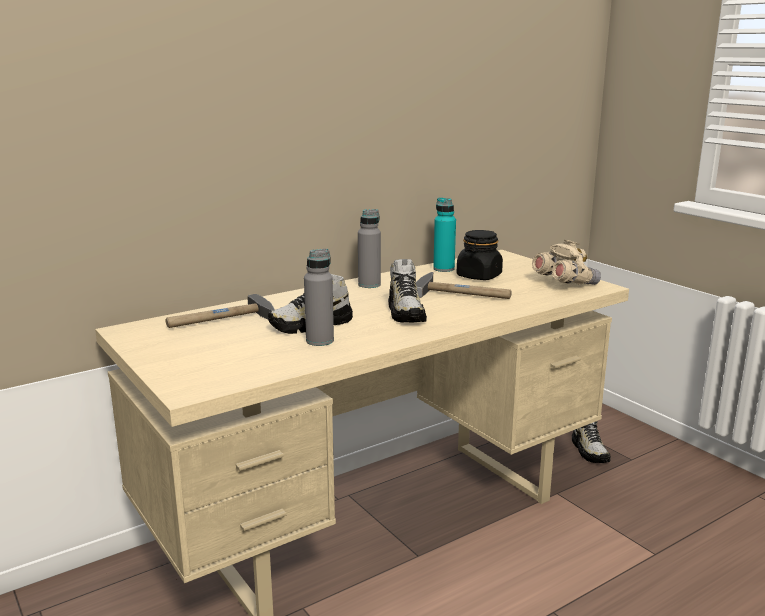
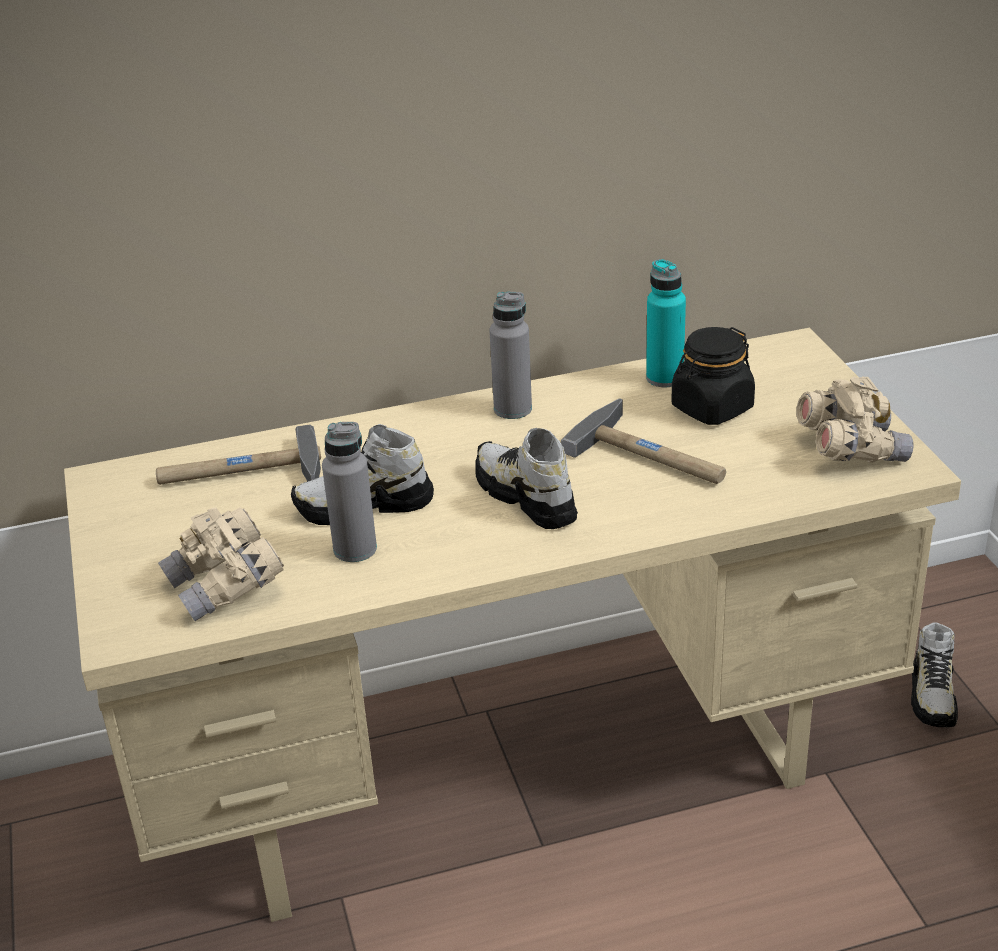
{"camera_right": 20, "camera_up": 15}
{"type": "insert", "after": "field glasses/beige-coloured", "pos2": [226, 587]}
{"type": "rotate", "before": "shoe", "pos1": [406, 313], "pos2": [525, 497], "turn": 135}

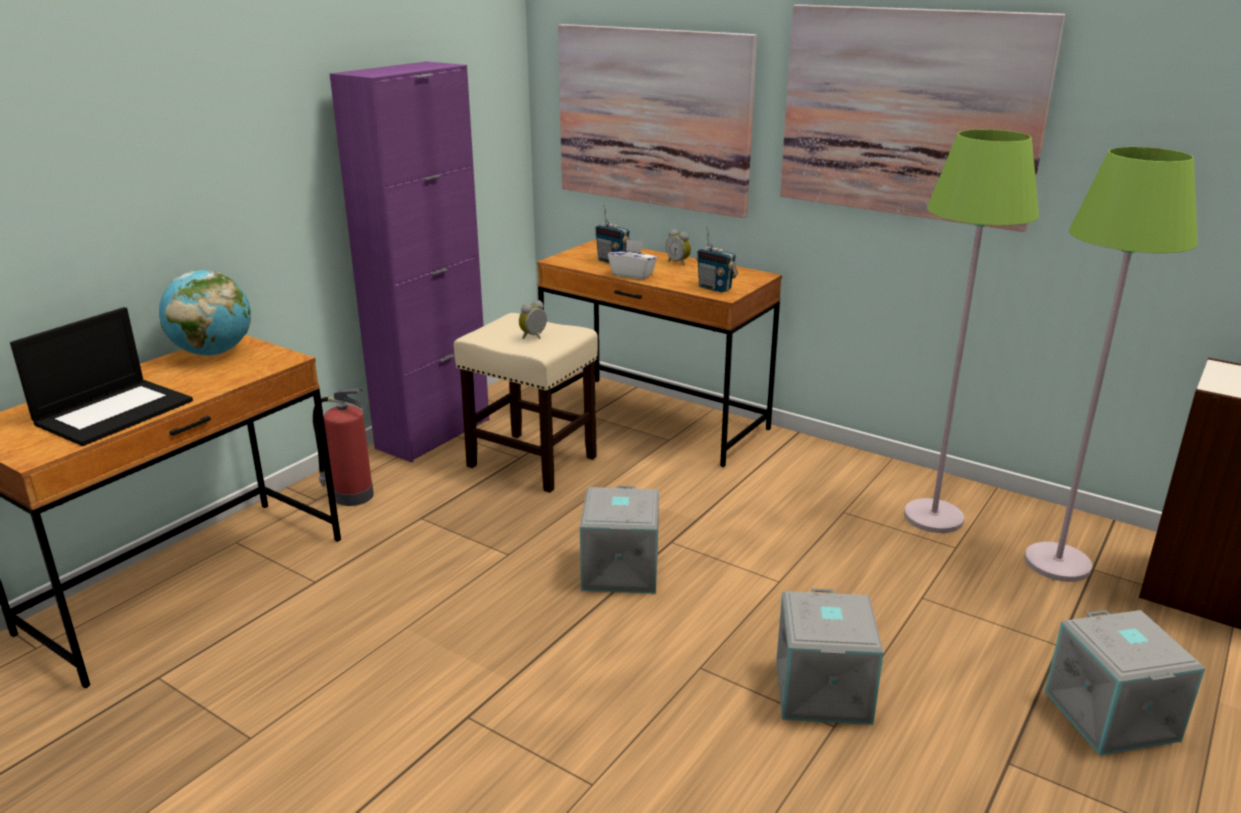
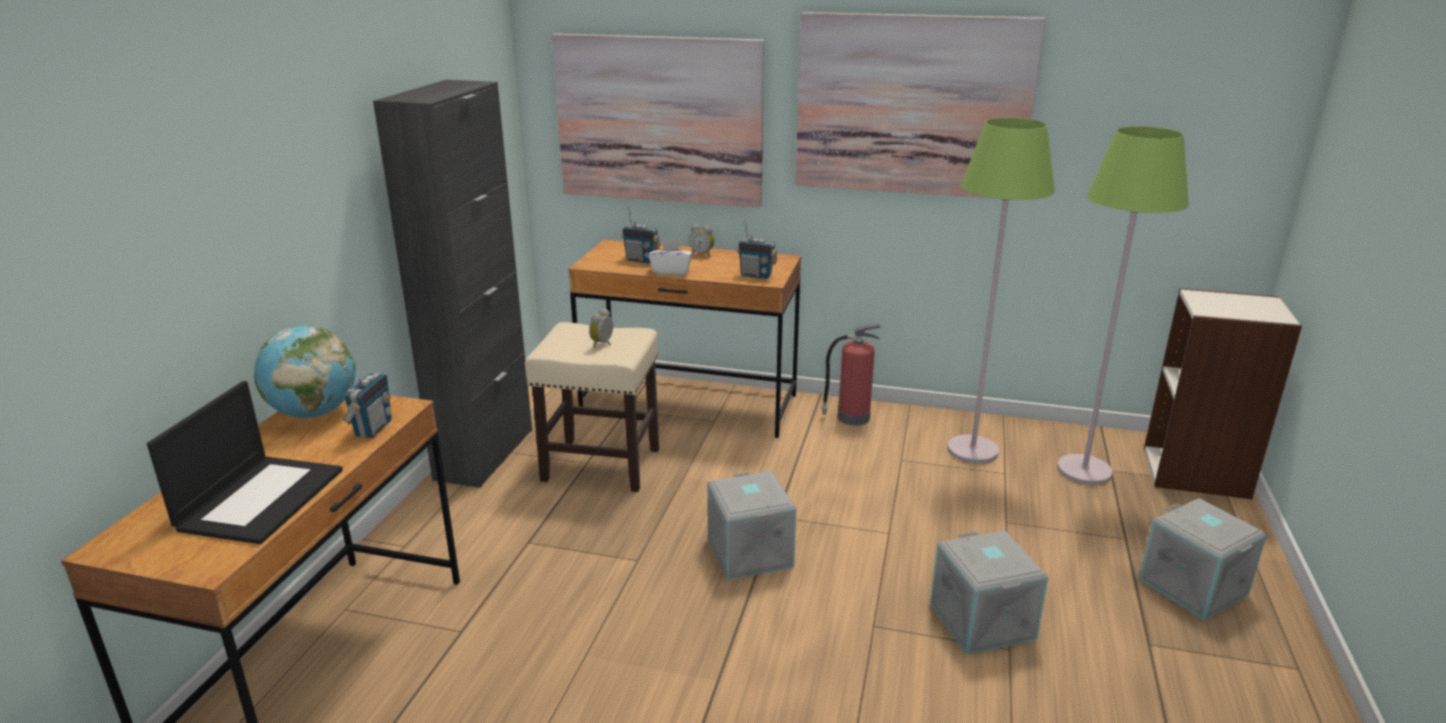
{"camera_right": -20, "camera_up": 0}
{"type": "insert", "after": "radio set", "pos2": [373, 428]}
{"type": "recolor", "before": "cabinet/purple-coloured", "after": "cabinet/black-coloured", "pos1": [433, 434], "pos2": [484, 454]}
{"type": "move", "before": "fire-fighting cylinder", "pos1": [352, 495], "pos2": [851, 417]}

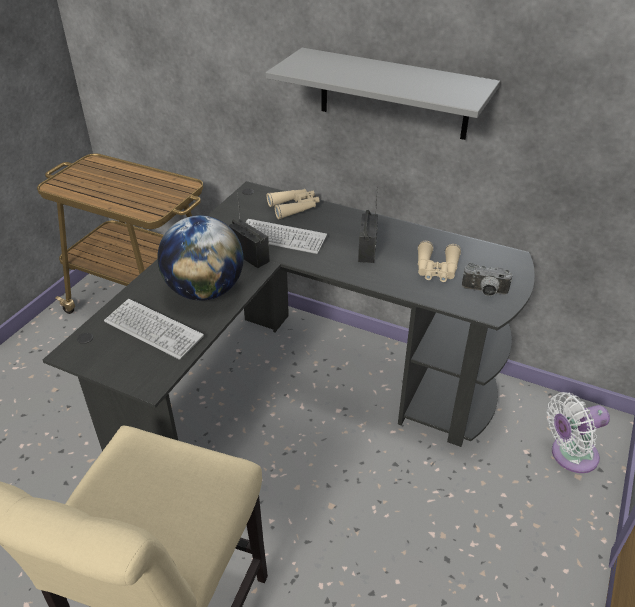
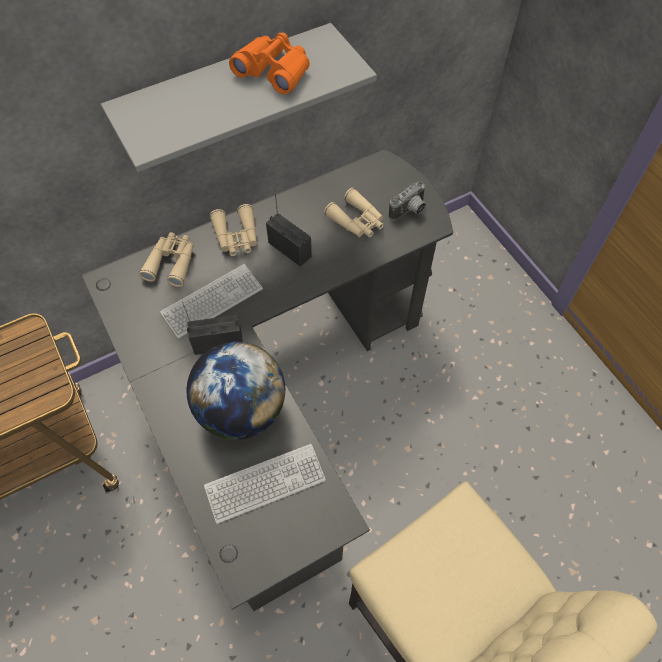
{"camera_right": -55, "camera_up": 20}
{"type": "insert", "after": "field glasses/beige-coloured", "pos2": [236, 237]}
{"type": "insert", "after": "field glasses/orangey", "pos2": [274, 71]}
{"type": "delete", "before": "cooling fan/white-coloured", "pos1": [570, 455]}

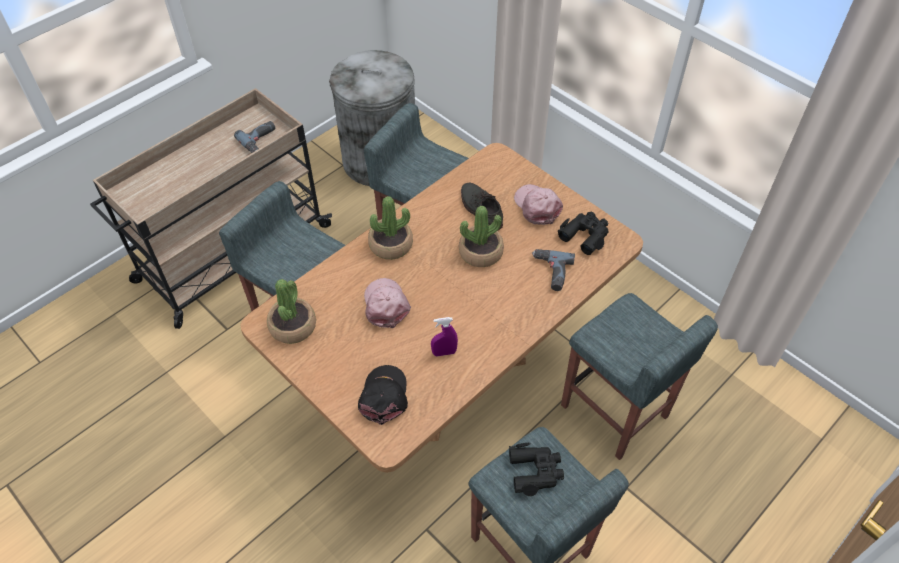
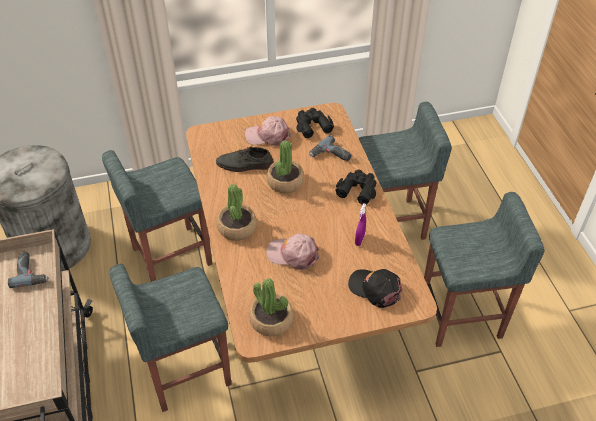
{"camera_right": -60, "camera_up": -5}
{"type": "move", "before": "field glasses/black-coloured", "pos1": [535, 471], "pos2": [358, 189]}

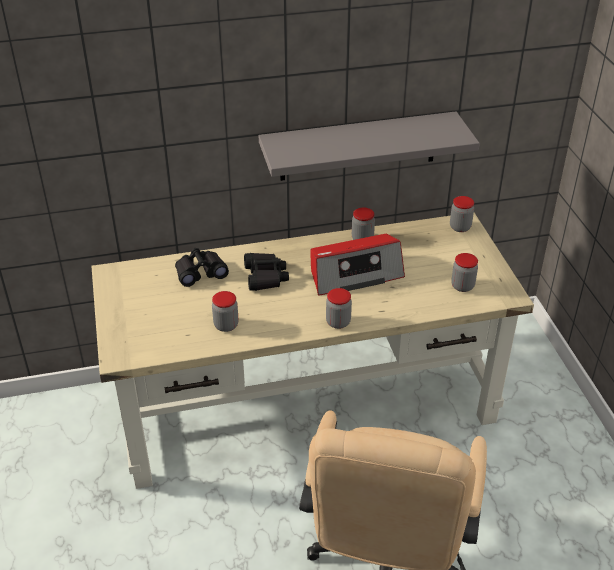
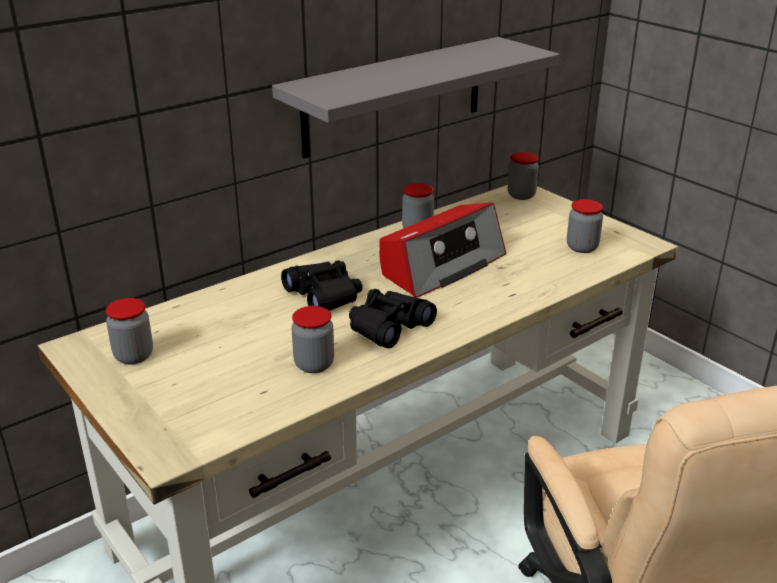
{"camera_right": -25, "camera_up": -10}
{"type": "move", "before": "jar", "pos1": [338, 322], "pos2": [134, 356]}
{"type": "move", "before": "field glasses/black-coloured", "pos1": [200, 272], "pos2": [388, 327]}

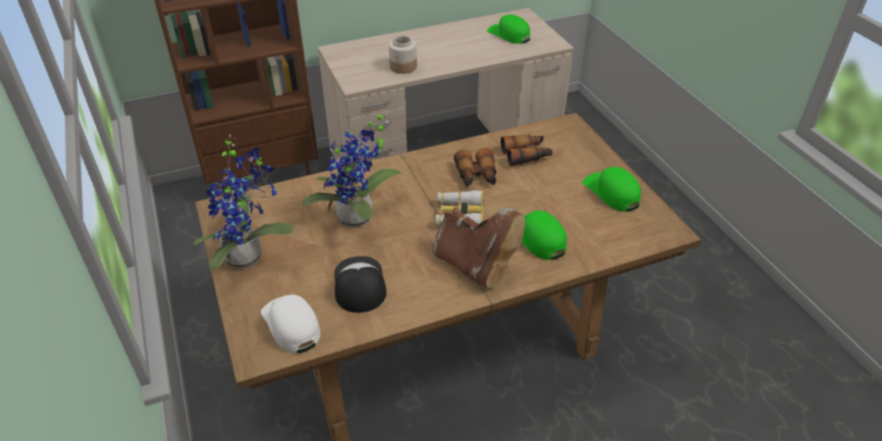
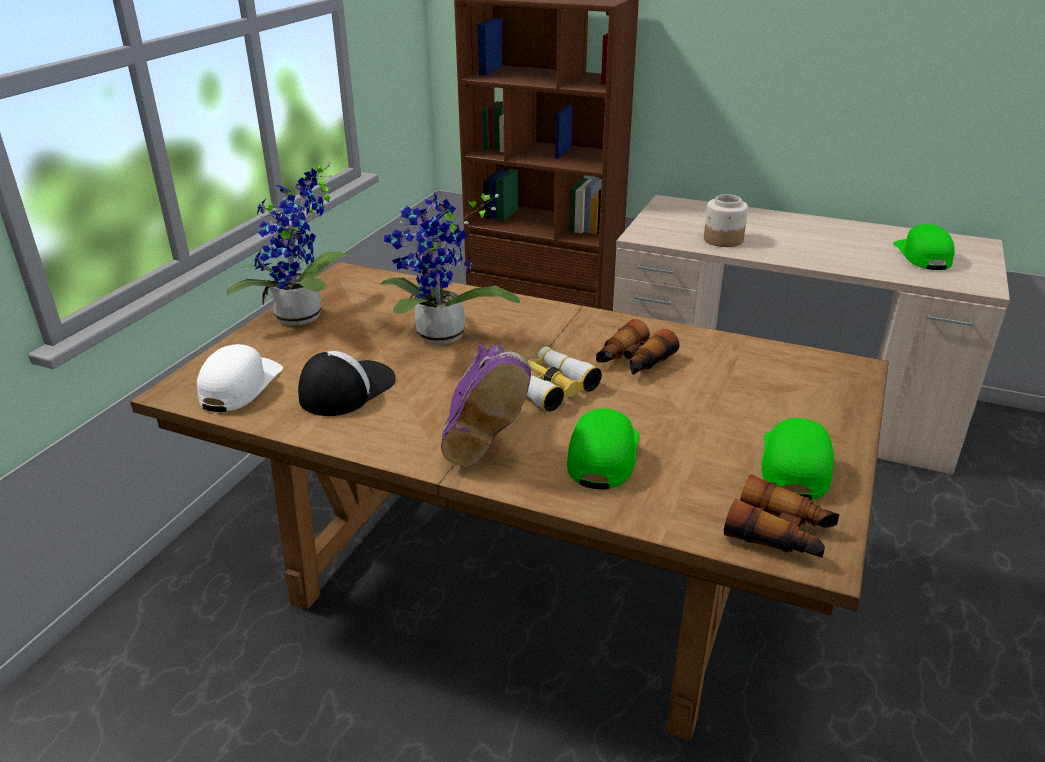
{"camera_right": 45, "camera_up": -10}
{"type": "recolor", "before": "high-top boot/brownish", "after": "high-top boot/purple-coloured", "pos1": [475, 267], "pos2": [481, 440]}
{"type": "move", "before": "field glasses", "pos1": [526, 155], "pos2": [780, 534]}

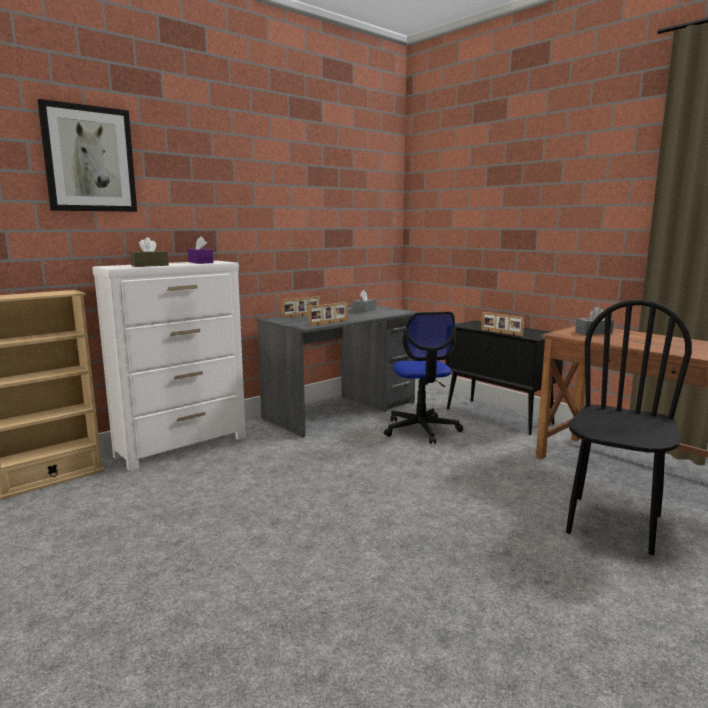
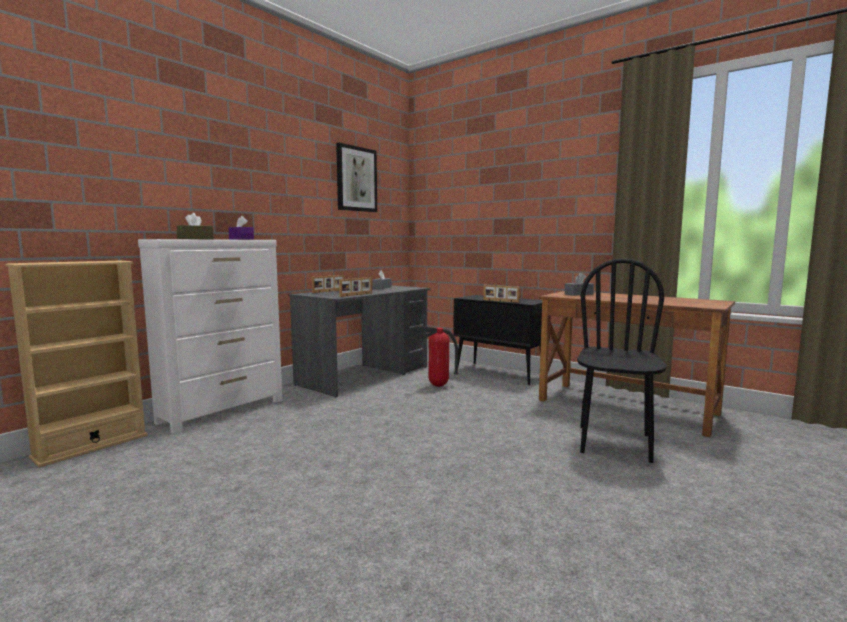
{"camera_right": -10, "camera_up": -5}
{"type": "move", "before": "wall art", "pos1": [89, 159], "pos2": [356, 179]}
{"type": "replace", "before": "office chair", "after": "fire-fighting cylinder", "pos1": [421, 429], "pos2": [438, 386]}

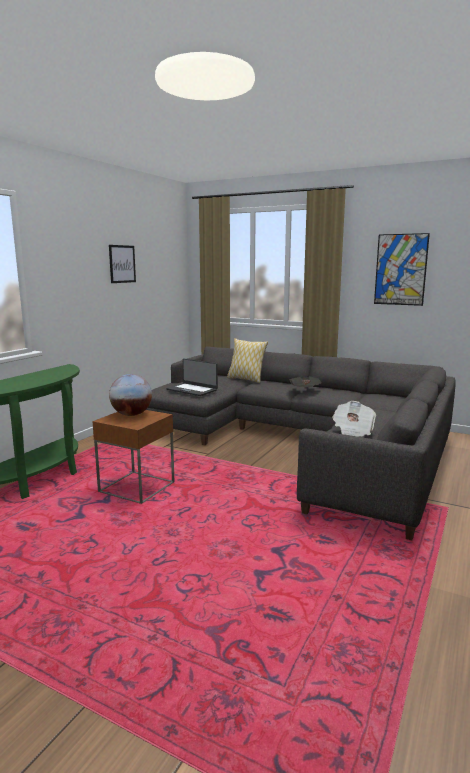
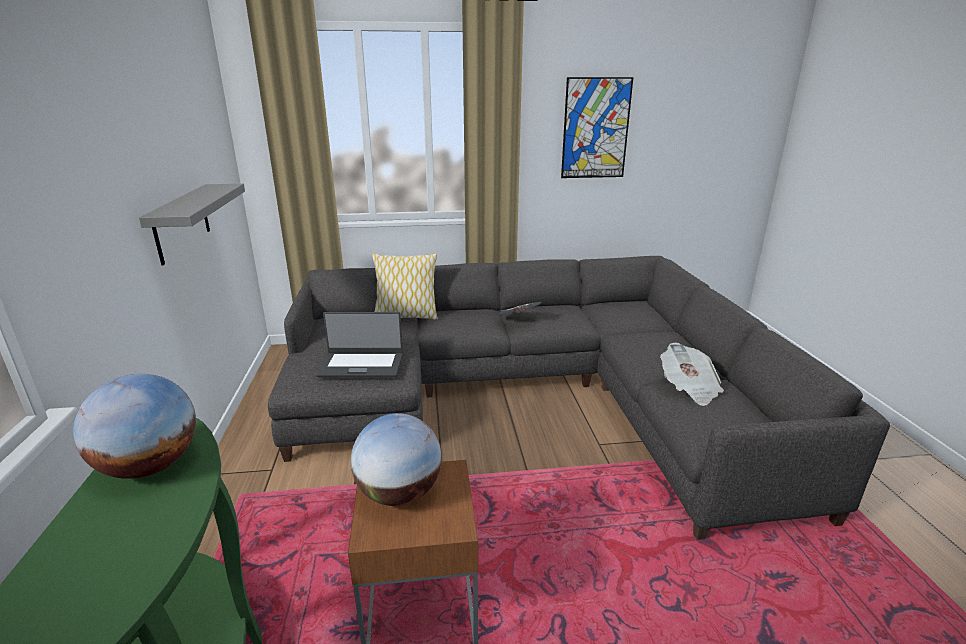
{"camera_right": -35, "camera_up": 10}
{"type": "insert", "after": "desk globe", "pos2": [150, 466]}
{"type": "insert", "after": "wall shelf/grey", "pos2": [182, 222]}
{"type": "delete", "before": "wall art", "pos1": [122, 264]}

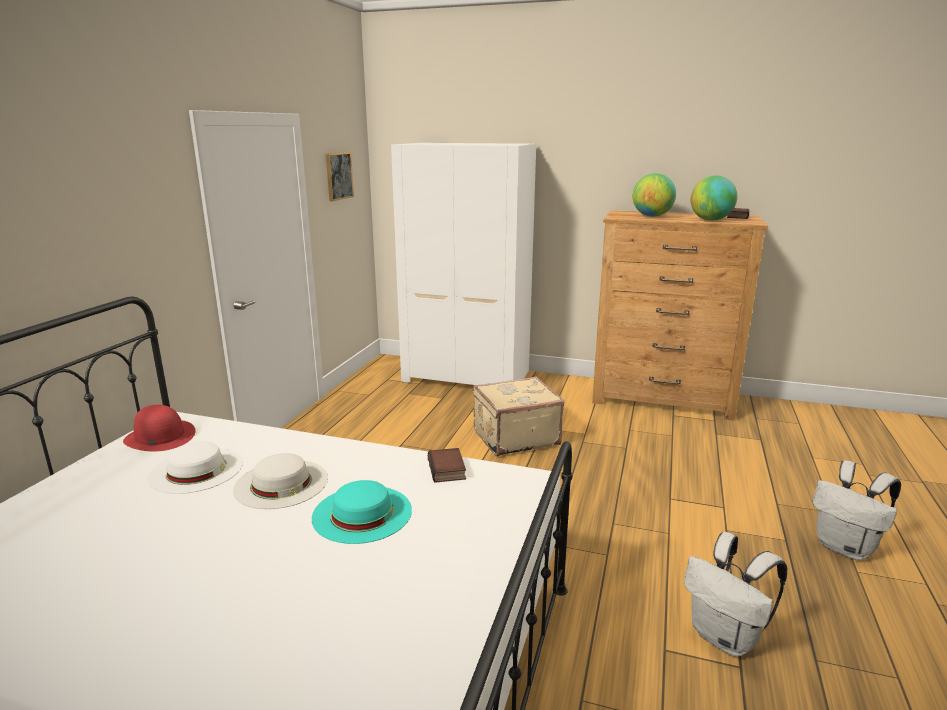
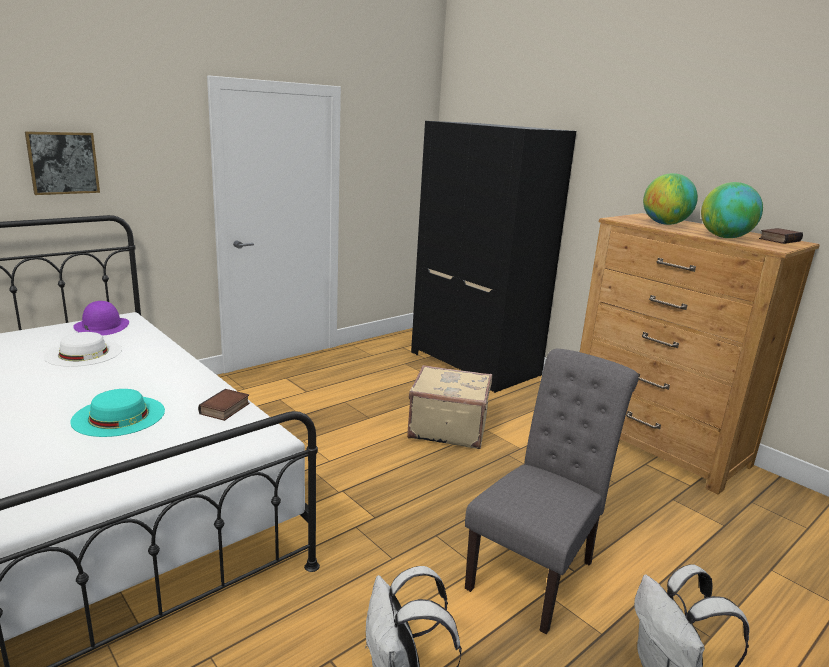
{"camera_right": 30, "camera_up": 0}
{"type": "move", "before": "wall art", "pos1": [338, 176], "pos2": [63, 163]}
{"type": "recolor", "before": "wearable hat/reddish", "after": "wearable hat/purple-coloured", "pos1": [159, 437], "pos2": [101, 326]}
{"type": "recolor", "before": "armoire/white-coloured", "after": "armoire/black-coloured", "pos1": [467, 376], "pos2": [476, 364]}
{"type": "insert", "after": "plain chair/grey", "pos2": [536, 571]}
{"type": "delete", "before": "wearable hat/white-coloured", "pos1": [281, 483]}

